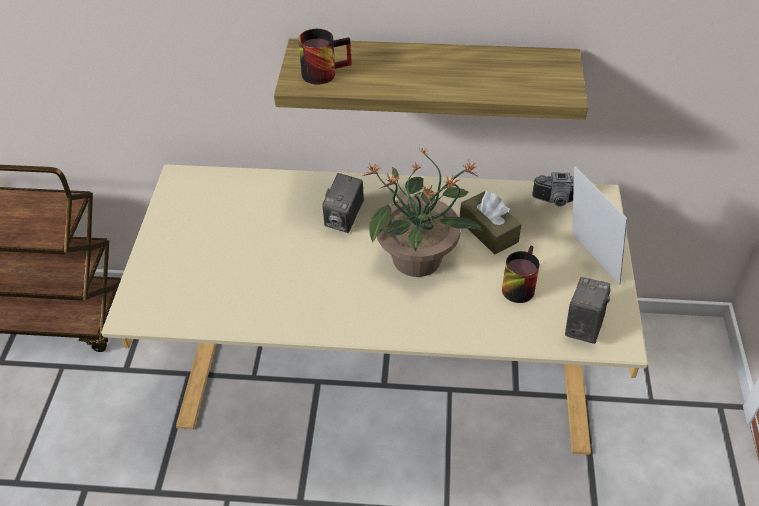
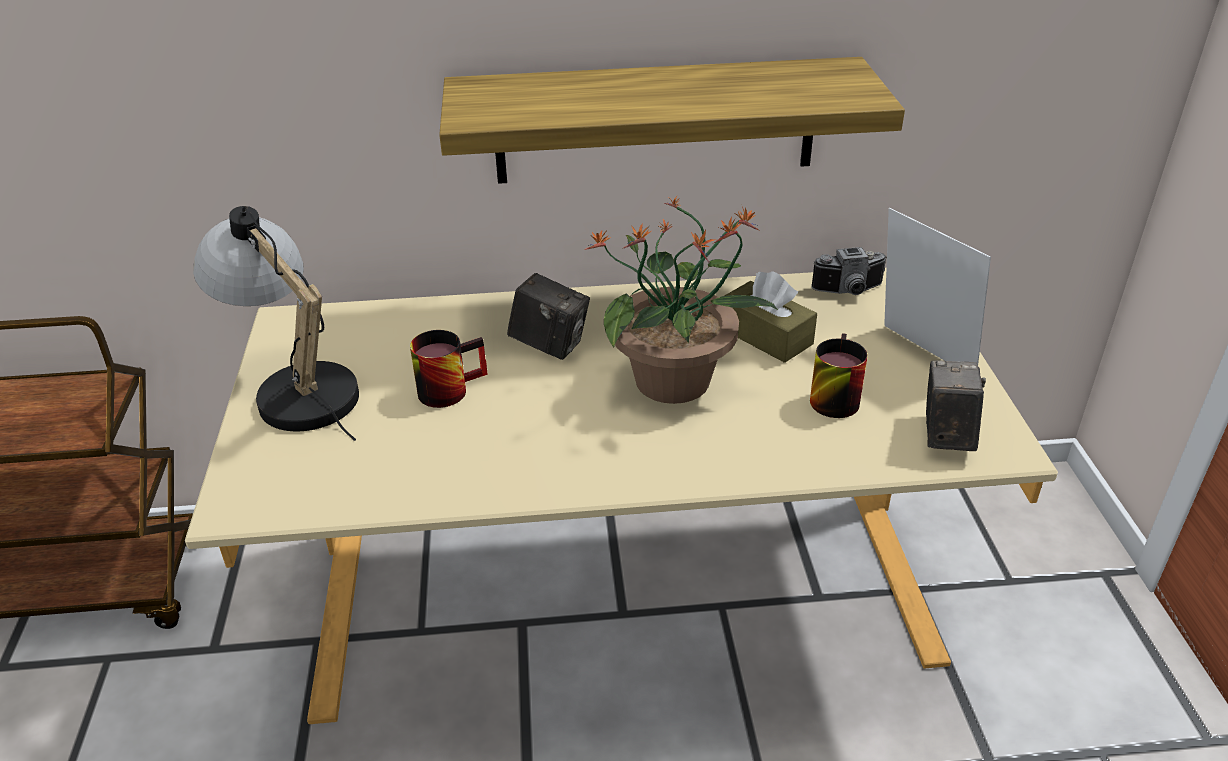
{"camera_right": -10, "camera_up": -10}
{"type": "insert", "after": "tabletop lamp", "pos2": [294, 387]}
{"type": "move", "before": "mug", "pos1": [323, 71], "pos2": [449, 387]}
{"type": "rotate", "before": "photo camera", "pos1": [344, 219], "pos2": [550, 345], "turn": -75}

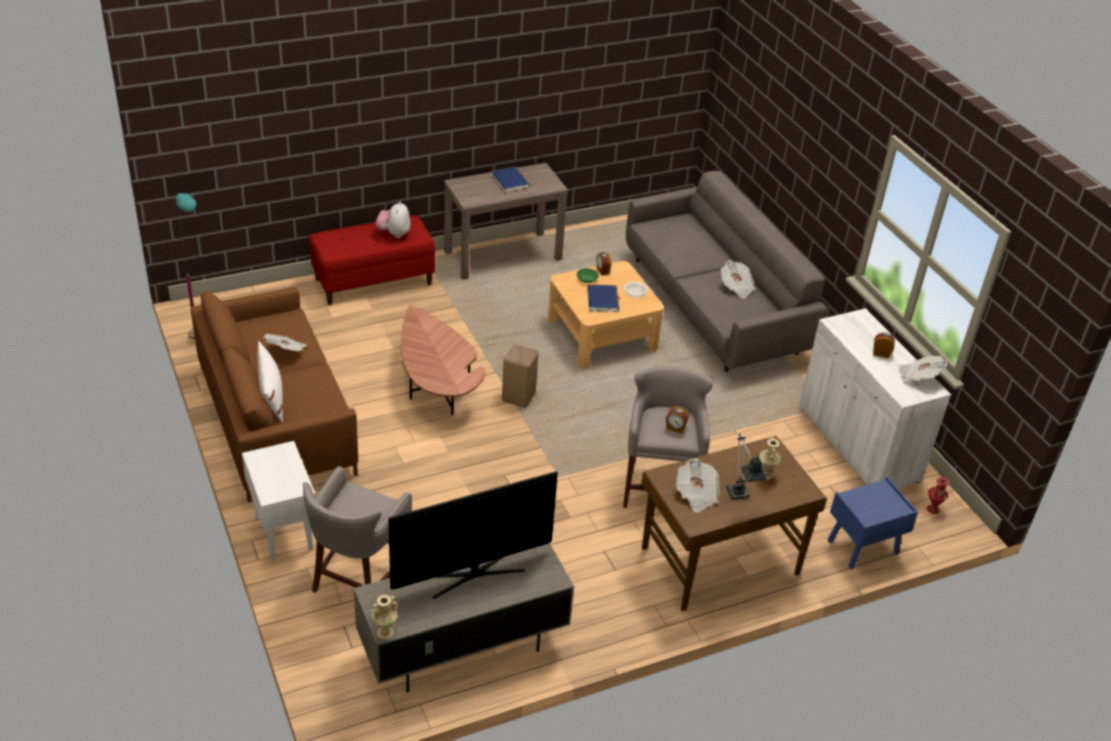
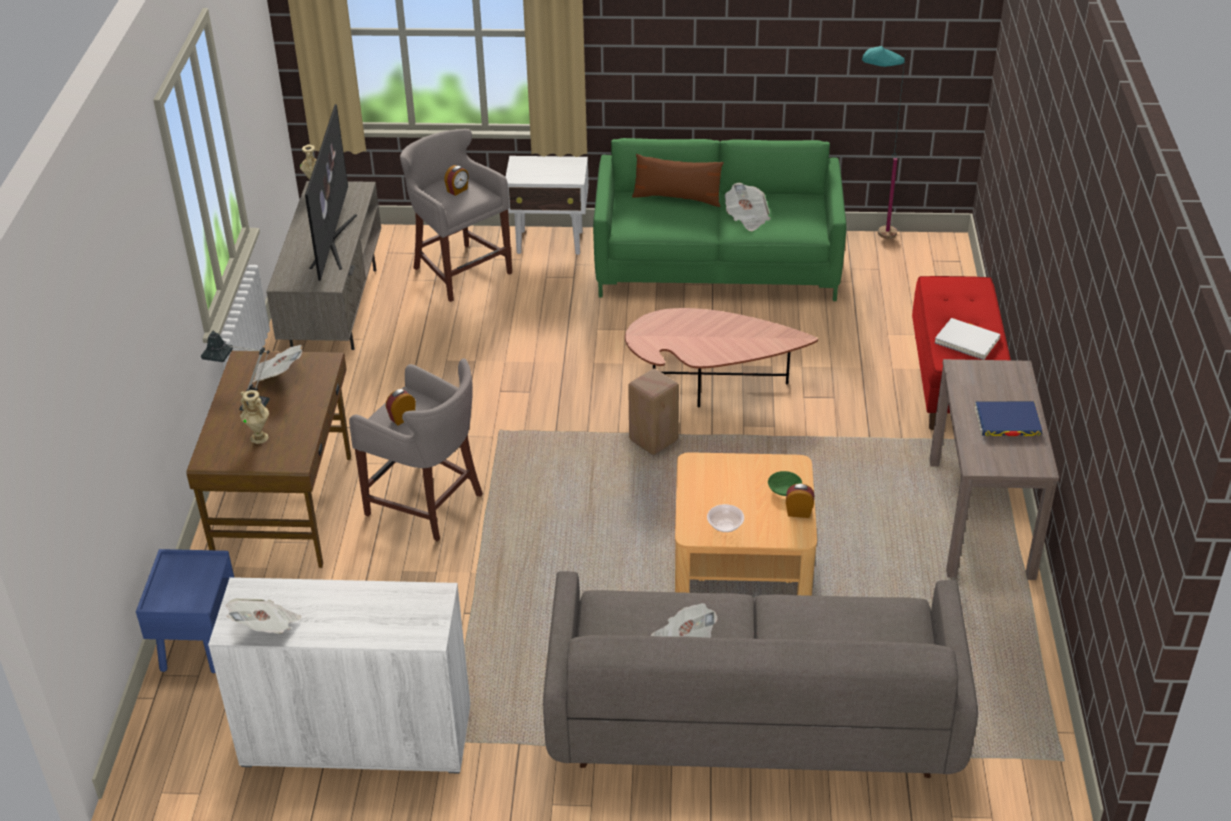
{"camera_right": 120, "camera_up": 0}
{"type": "move", "before": "alarm clock", "pos1": [881, 353], "pos2": [457, 190]}
{"type": "recolor", "before": "settee/brownish", "after": "settee/greenish", "pos1": [277, 419], "pos2": [717, 265]}
{"type": "recolor", "before": "pillow/white-coloured", "after": "pillow/brownish", "pos1": [271, 395], "pos2": [677, 198]}
{"type": "replace", "before": "soft toy", "after": "volume/white-coloured", "pos1": [394, 233], "pos2": [967, 341]}
{"type": "delete", "before": "volume/bluish", "pos1": [602, 300]}
{"type": "delete", "before": "decorative vase/reddish", "pos1": [932, 509]}

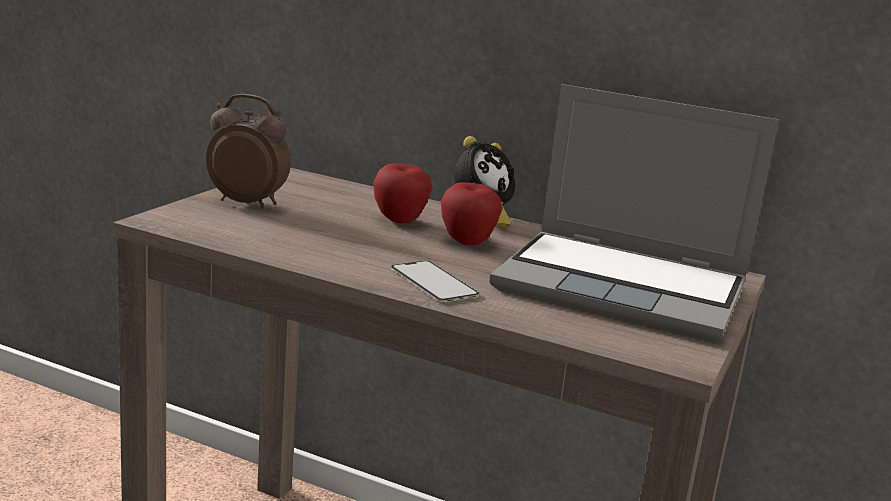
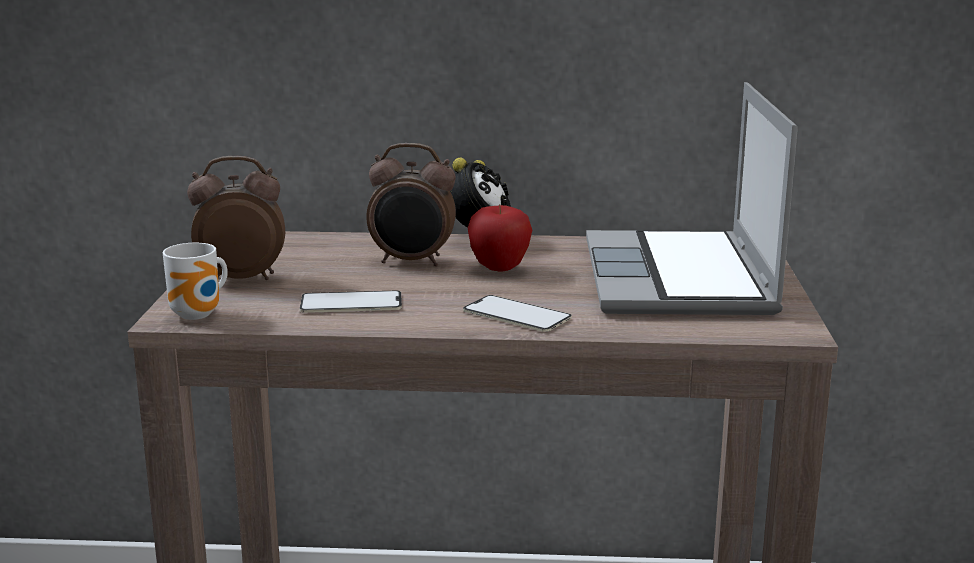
{"camera_right": -20, "camera_up": 0}
{"type": "insert", "after": "mug", "pos2": [200, 314]}
{"type": "insert", "after": "phone", "pos2": [351, 303]}
{"type": "replace", "before": "whole apple", "after": "alarm clock", "pos1": [399, 221], "pos2": [412, 262]}
{"type": "rotate", "before": "laptop", "pos1": [625, 288], "pos2": [680, 279], "turn": 90}

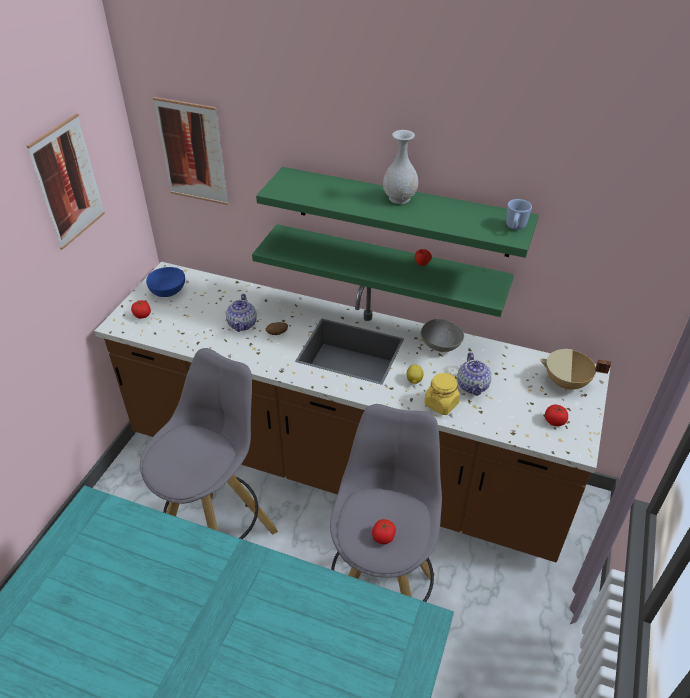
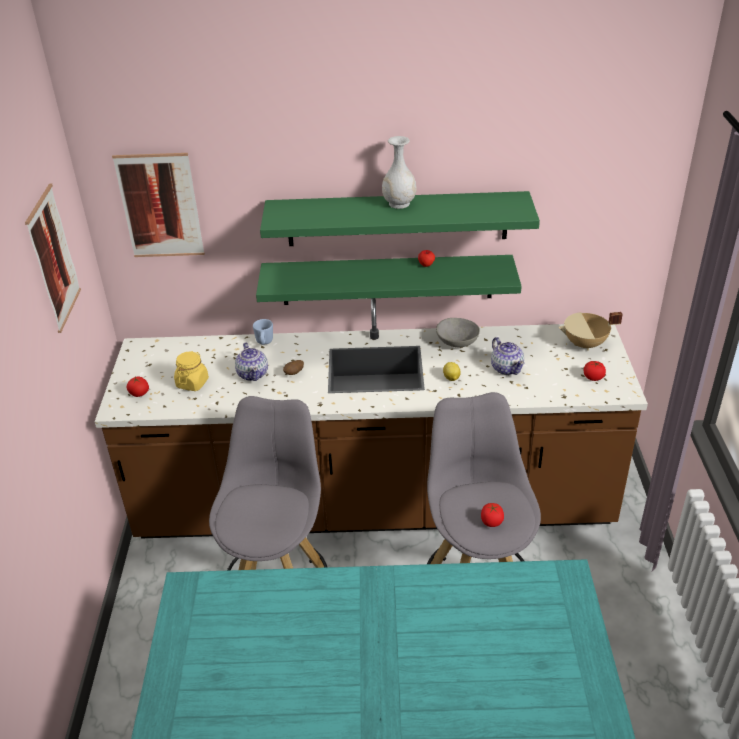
{"camera_right": -20, "camera_up": -5}
{"type": "move", "before": "jar/yellow", "pos1": [441, 403], "pos2": [192, 383]}
{"type": "move", "before": "mug/bluish", "pos1": [515, 228], "pos2": [264, 343]}
{"type": "delete", "before": "deep dish/bluish", "pos1": [169, 292]}

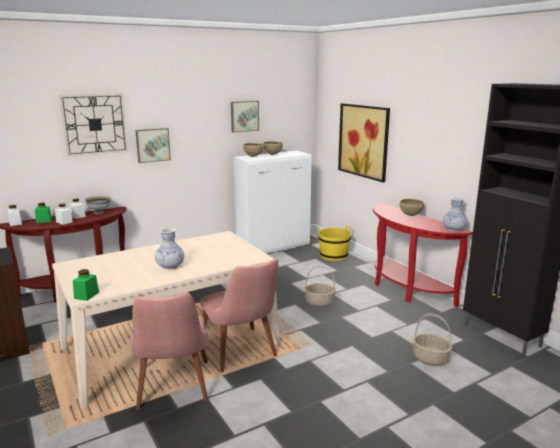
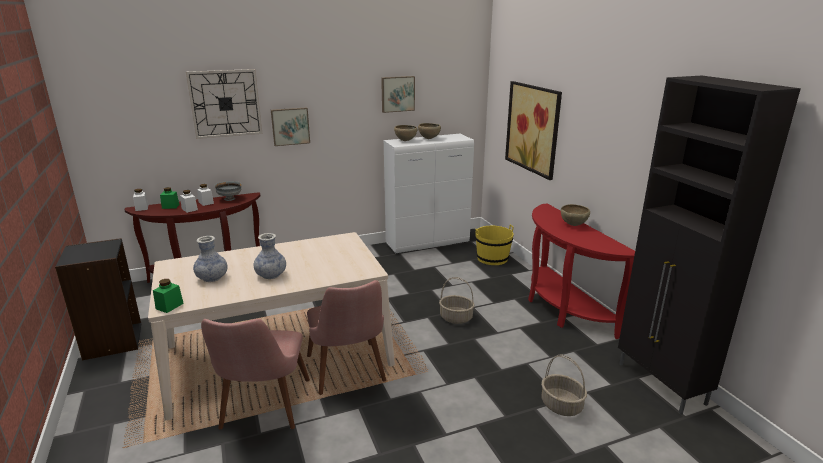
{"camera_right": 10, "camera_up": 5}
{"type": "move", "before": "decorative vase", "pos1": [454, 229], "pos2": [212, 278]}

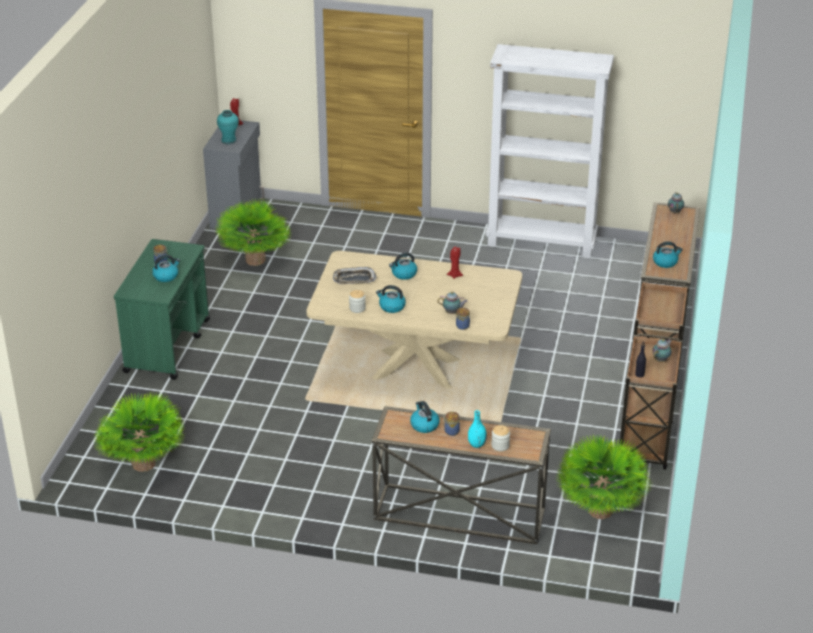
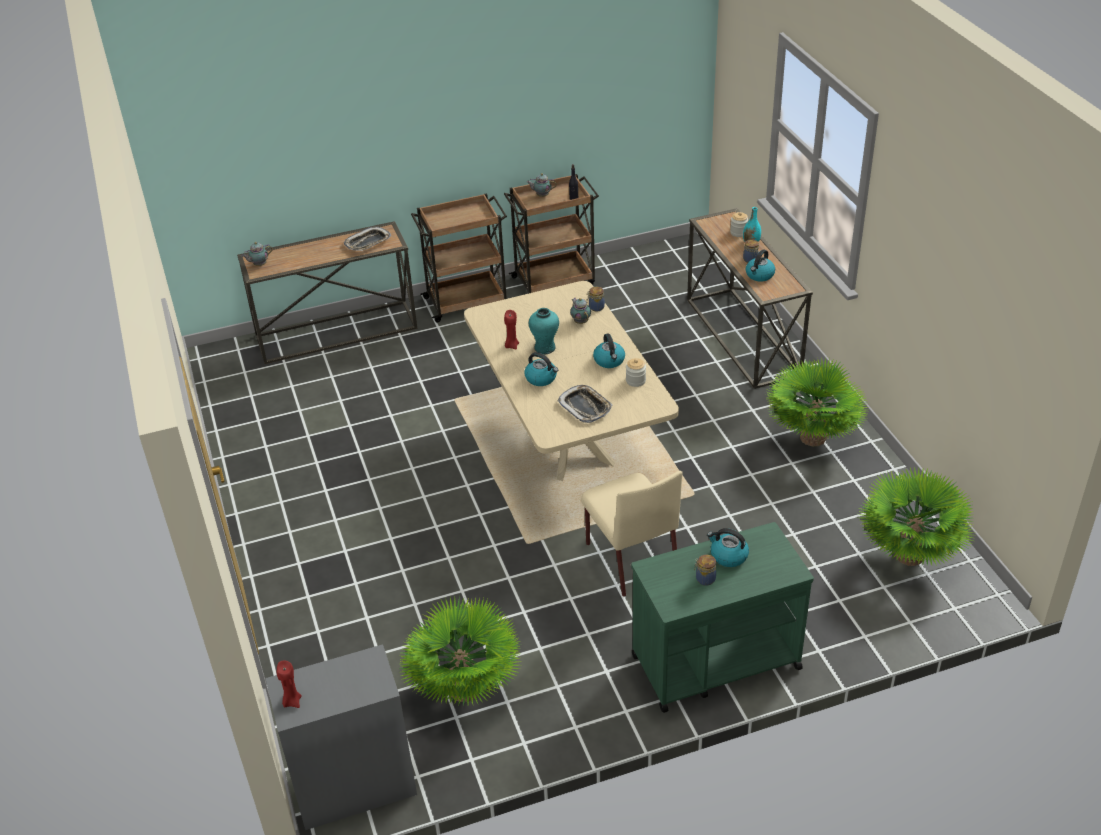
{"camera_right": -120, "camera_up": 5}
{"type": "replace", "before": "tea kettle", "after": "serving tray", "pos1": [665, 262], "pos2": [368, 242]}
{"type": "move", "before": "decorative vase/turquoise-coloured", "pos1": [229, 140], "pos2": [544, 348]}
{"type": "insert", "after": "plain chair/beige-coloured", "pos2": [630, 558]}
{"type": "move", "before": "plant in a pot", "pos1": [600, 511], "pos2": [813, 437]}
{"type": "delete", "before": "shelving unit/white-coloured", "pos1": [542, 242]}

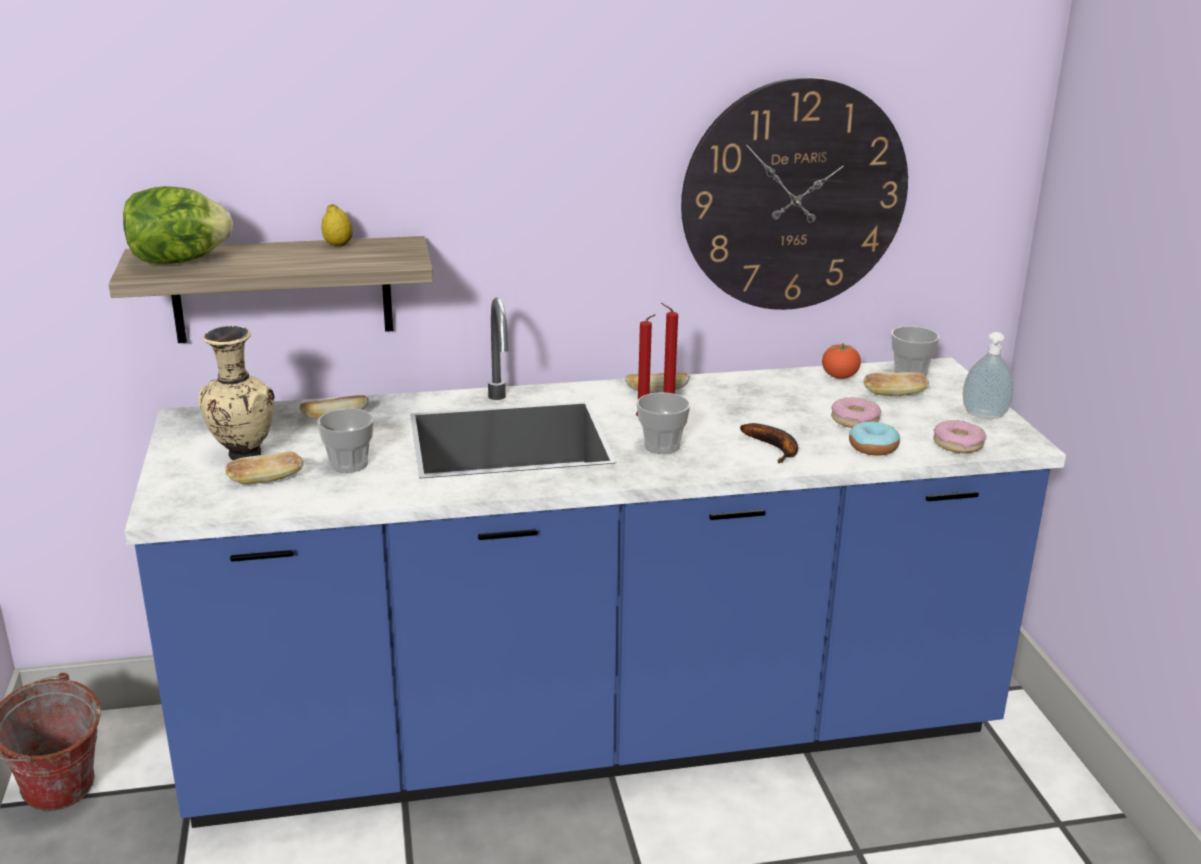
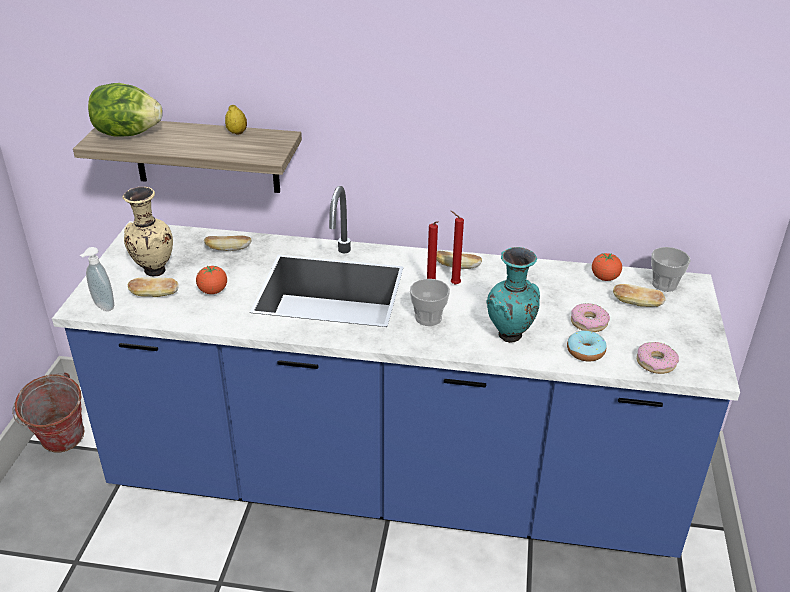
{"camera_right": 20, "camera_up": 10}
{"type": "move", "before": "soap bottle", "pos1": [983, 416], "pos2": [102, 307]}
{"type": "replace", "before": "drinking cup", "after": "tomato", "pos1": [349, 464], "pos2": [213, 291]}
{"type": "replace", "before": "banana fruit", "after": "decorative vase/turquoise-coloured", "pos1": [775, 448], "pos2": [510, 337]}
{"type": "delete", "before": "wall clock", "pos1": [794, 196]}

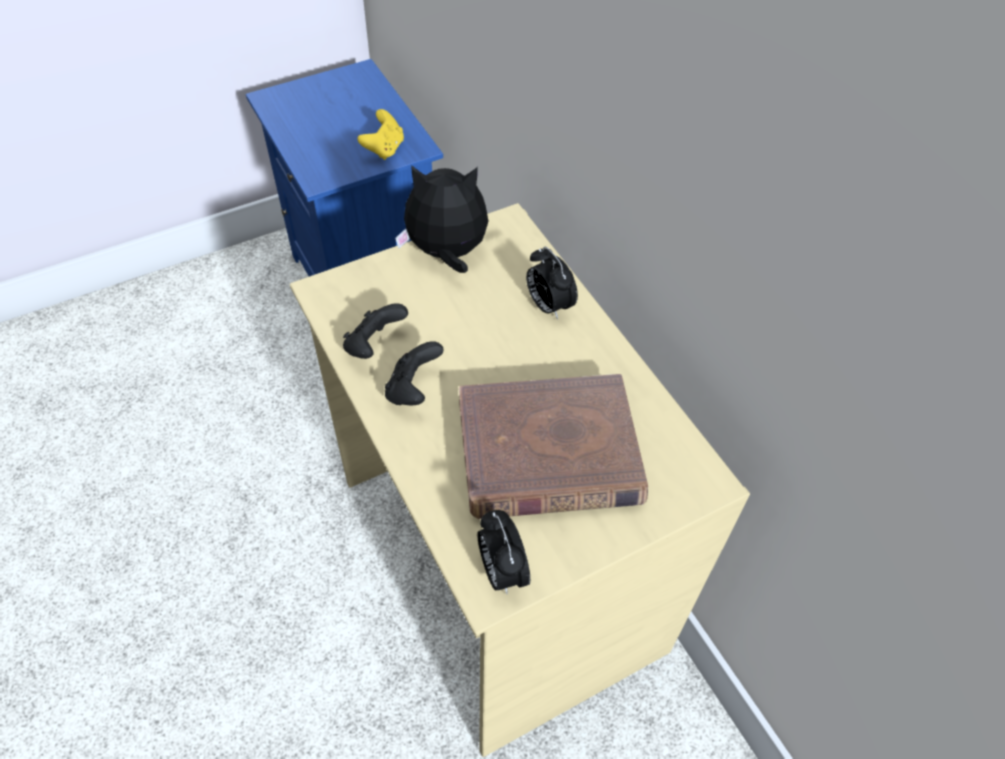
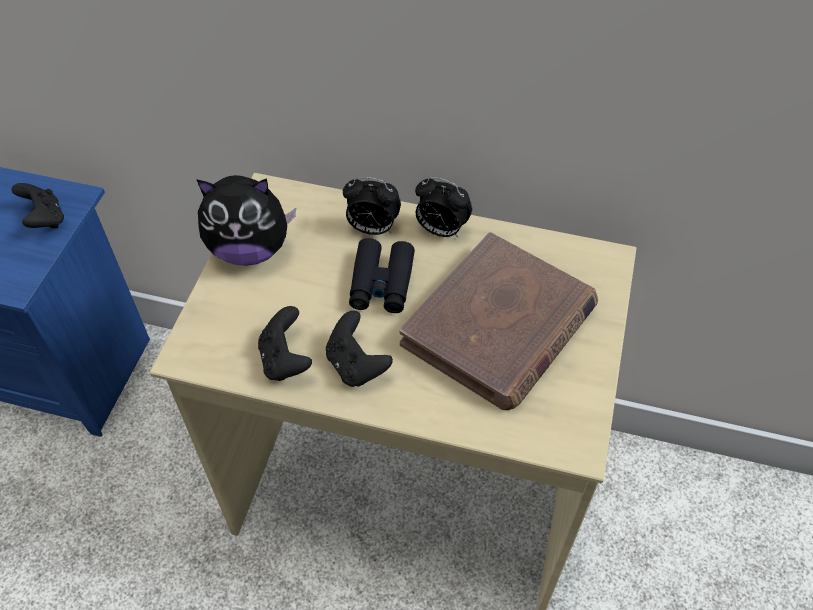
{"camera_right": -45, "camera_up": 0}
{"type": "recolor", "before": "game controller/yellow", "after": "game controller/black-coloured", "pos1": [384, 149], "pos2": [45, 219]}
{"type": "rotate", "before": "soft toy", "pos1": [446, 253], "pos2": [250, 249], "turn": -135}
{"type": "insert", "after": "field glasses/black-coloured", "pos2": [381, 283]}
{"type": "move", "before": "alarm clock", "pos1": [501, 571], "pos2": [440, 230]}

